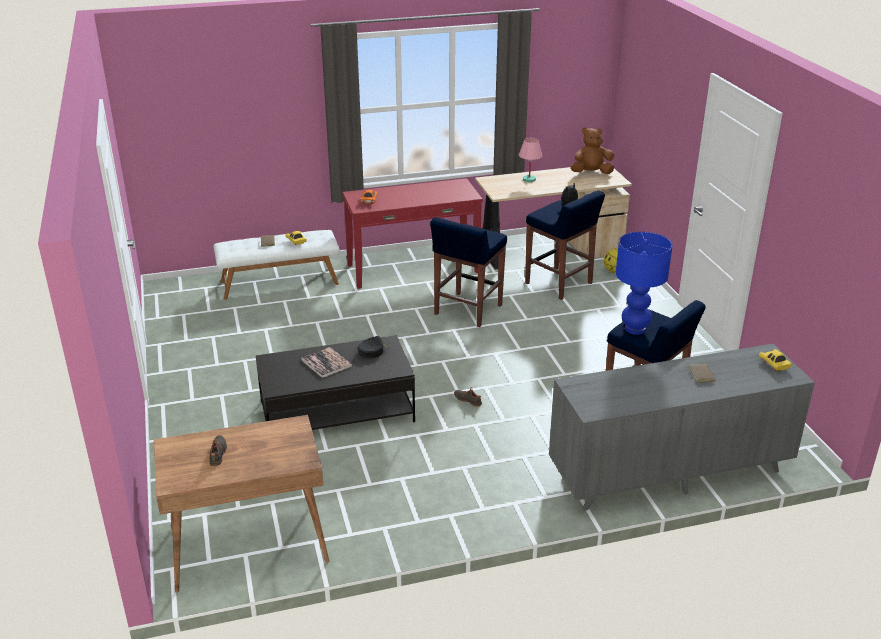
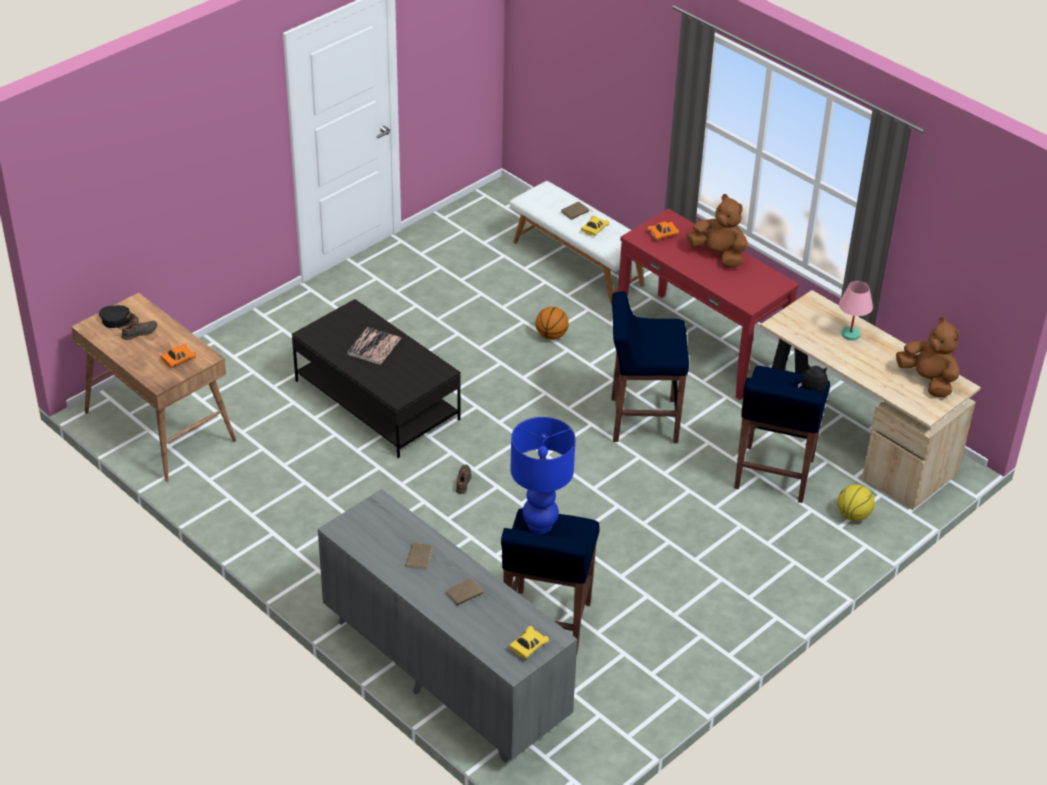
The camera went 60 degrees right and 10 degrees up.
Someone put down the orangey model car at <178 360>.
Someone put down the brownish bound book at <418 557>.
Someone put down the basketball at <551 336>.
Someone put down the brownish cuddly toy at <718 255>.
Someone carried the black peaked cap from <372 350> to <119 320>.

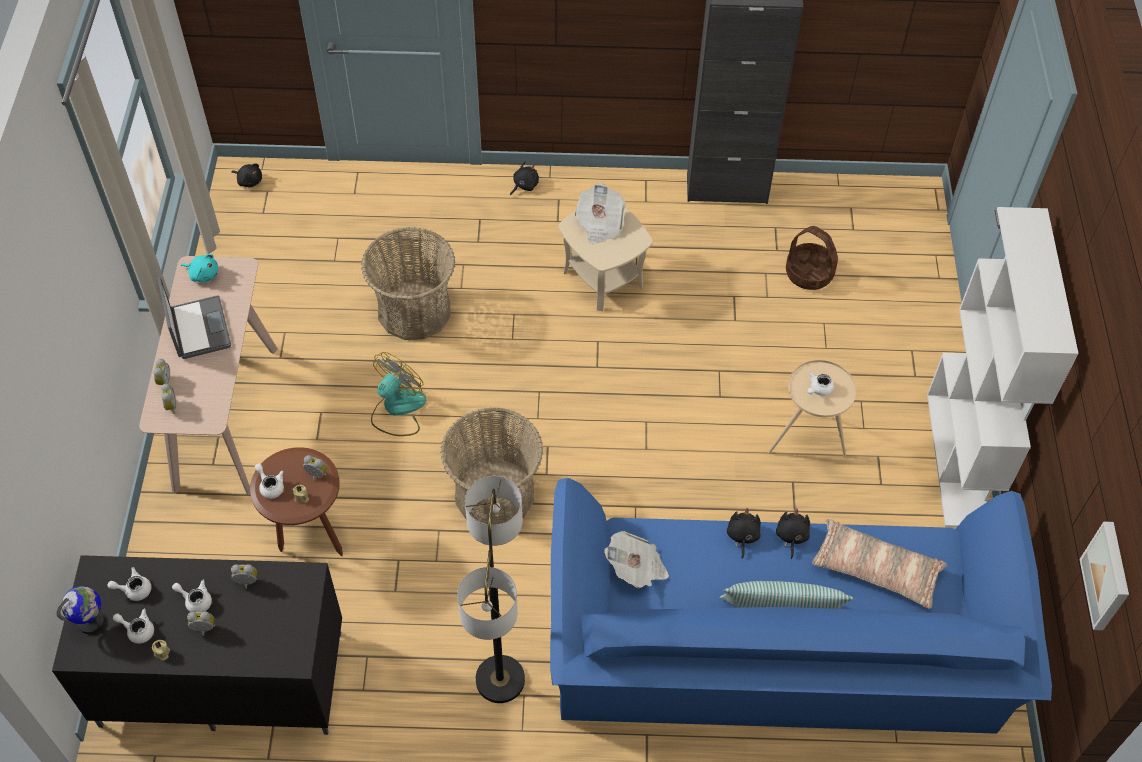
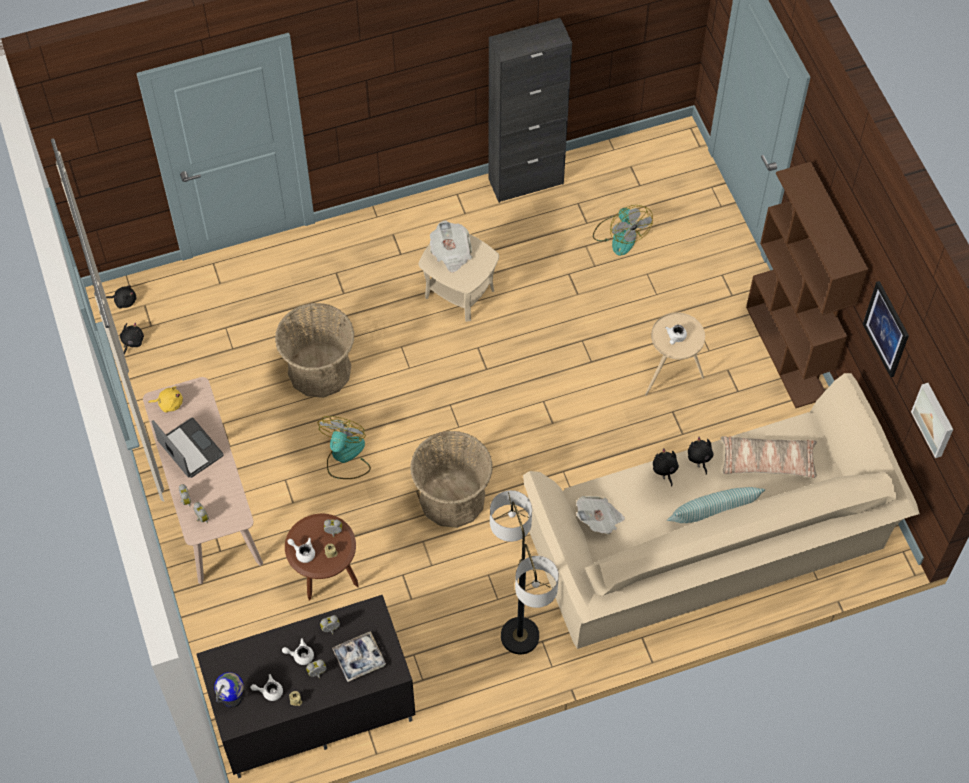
The camera went 20 degrees left and 5 degrees up.
Someone took away the whitish teapot at <134 589>.
Someone put down the carrying tray at <359 658>.
Someone put up the wall picture at <886 329>.
Someone carried the black cuddly toy from <524 185> to <132 342>.
Someone swapped the household basket at <809 274> for the cooling fan at <620 235>.
Someone repainted the turquoise-coloured cuddly toy at <203 274>, which became the yellow-coloured cuddly toy at <169 403>.
Someone repainted the blue settee at <774 657>, which became the beige settee at <710 549>.
Someone repainted the whitish shelving unit at <958 459>, which became the brownish shelving unit at <787 352>.

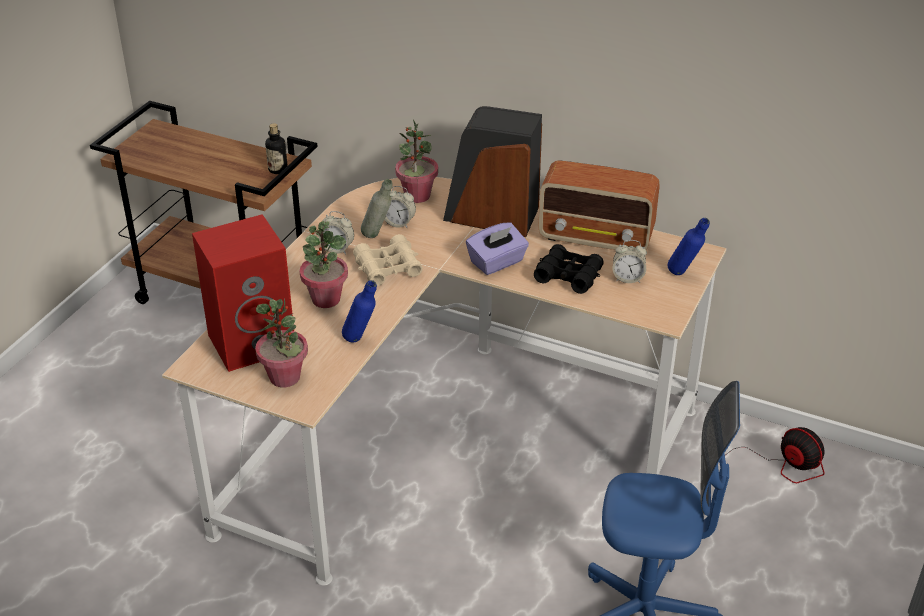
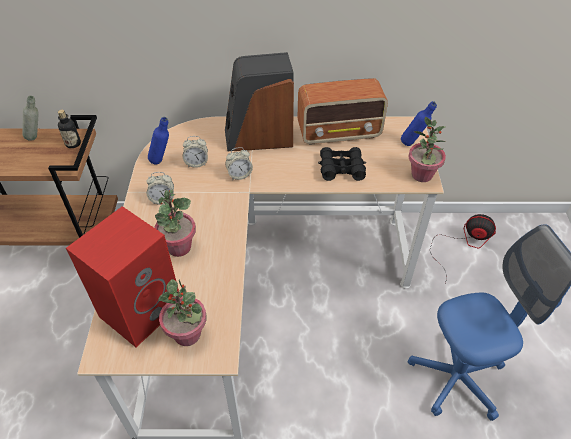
The camera went 25 degrees left and 10 degrees up.
Someone took away the beige pair of binoculars at <388 268>.
Someone took away the purple box of tissues at <497 262>.
Someone carried the blue beverage bottle from <361 340> to <162 161>.
Someone carried the grey beverage bottle from <378 237> to <37 138>.
Someone carried the plant in a pot from <417 196> to <422 175>.
Someone carried the bedside clock from <628 278> to <239 175>.

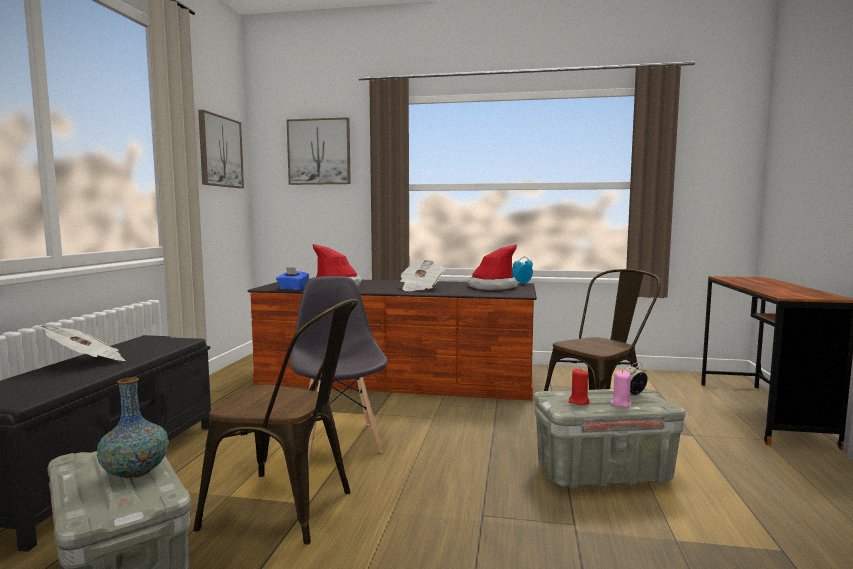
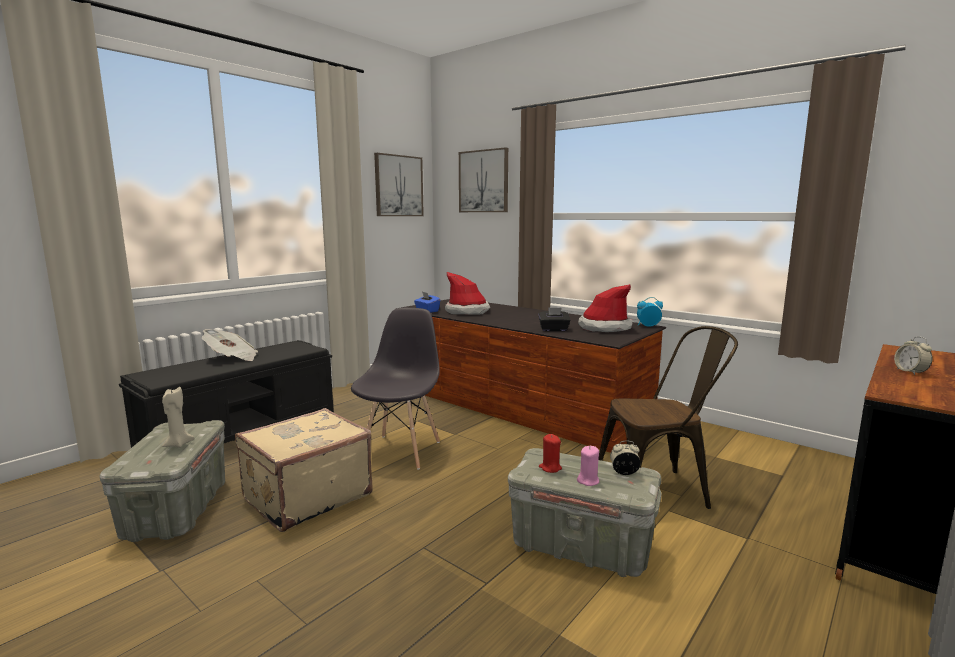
The camera went 30 degrees right and 5 degrees up.
Someone took away the newspaper at <420 288>.
Someone put down the black box of tissues at <553 330>.
Someone put down the bedside clock at <910 372>.
Someone swapped the vase at <136 472> for the beige wax light at <178 444>.
Someone swapped the brownish plain chair at <290 509> for the beige suitcase at <306 496>.

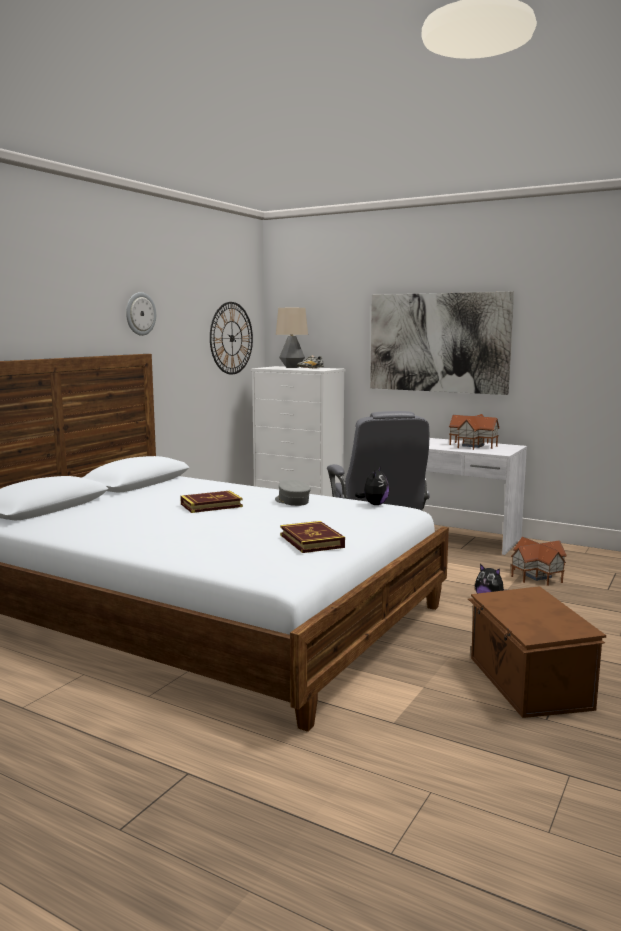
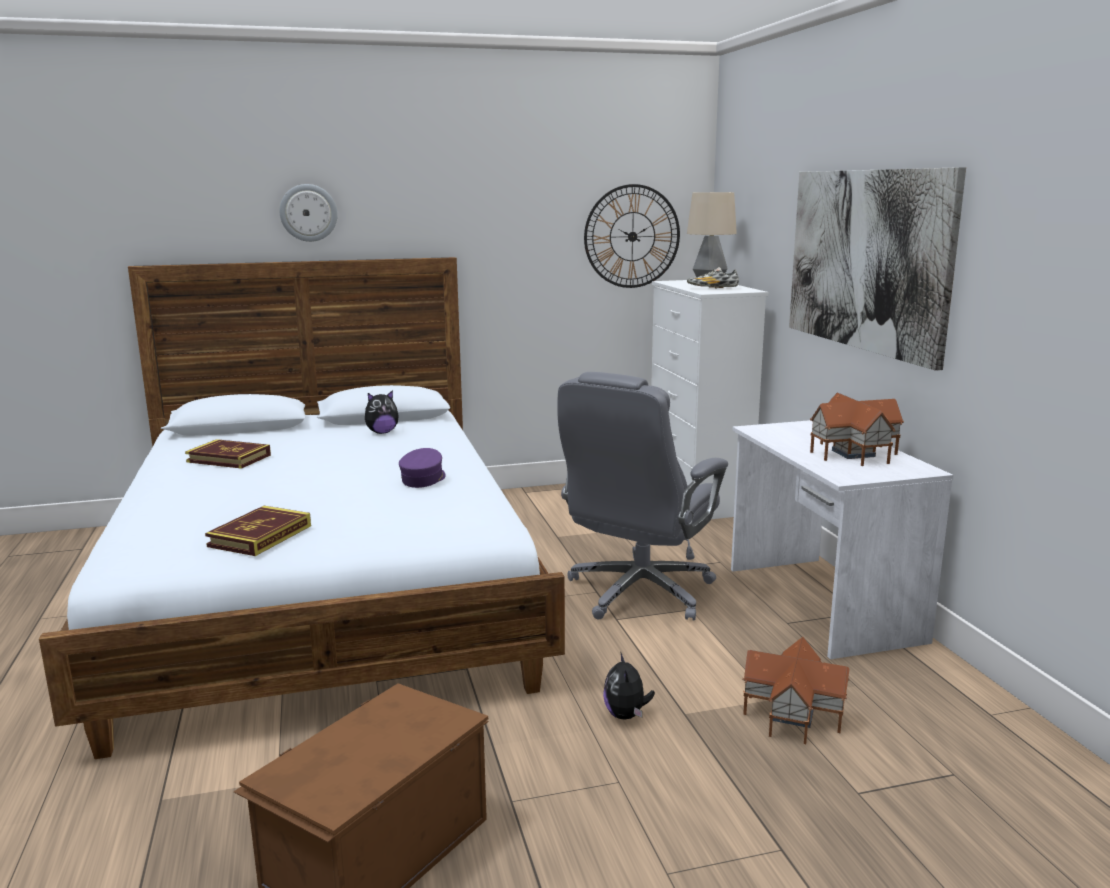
The camera went 45 degrees right and 5 degrees up.
Someone carried the clock on the wall from <140 314> to <308 213>.
Someone carried the bound book from <211 505> to <229 458>.
Someone carried the cuddly toy from <374 504> to <382 432>.
Someone repainted the grey peaked cap at <292 501>, which became the purple peaked cap at <423 479>.

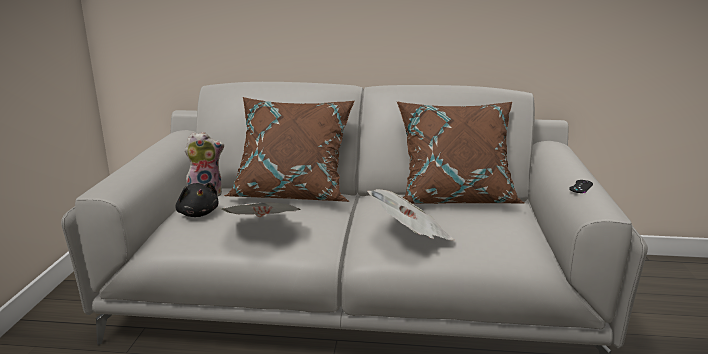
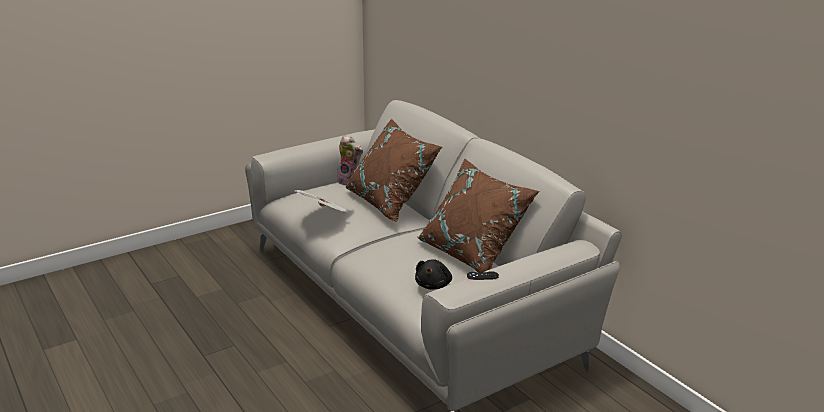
The camera went 50 degrees right and 5 degrees up.
Someone took away the newspaper at <410 235>.
Someone carried the black cuddly toy from <198 213> to <433 285>.

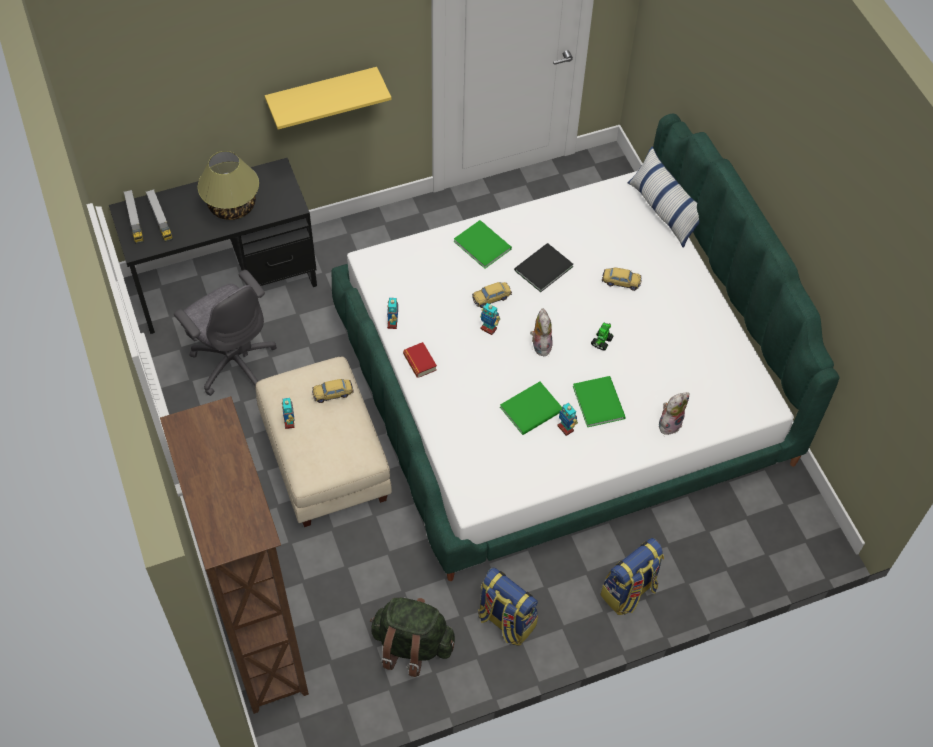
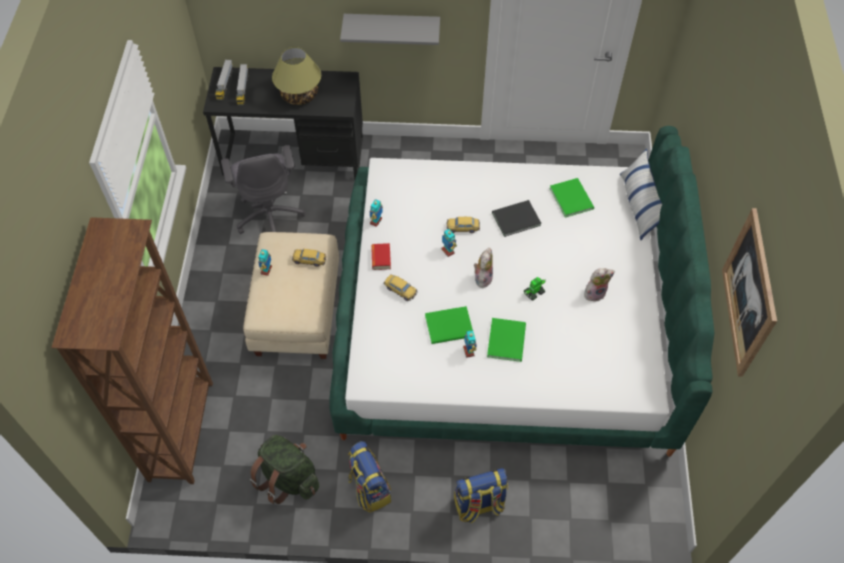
The camera went 25 degrees right and 0 degrees up.
Someone put up the wall picture at <749 293>.
Someone carried the greenish bound book from <482 243> to <571 197>.
Someone carried the model car from <621 282> to <400 290>.
Someone carried the cuddly toy from <669 423> to <595 292>.
Someone repainted the yellow-coloured wall shelf at <322 94>, which became the grey wall shelf at <392 27>.

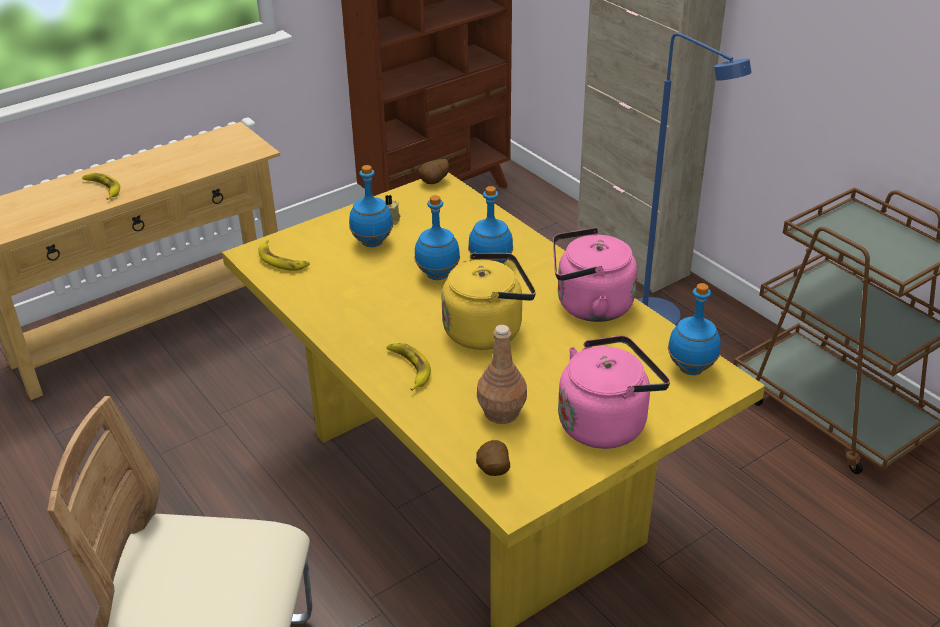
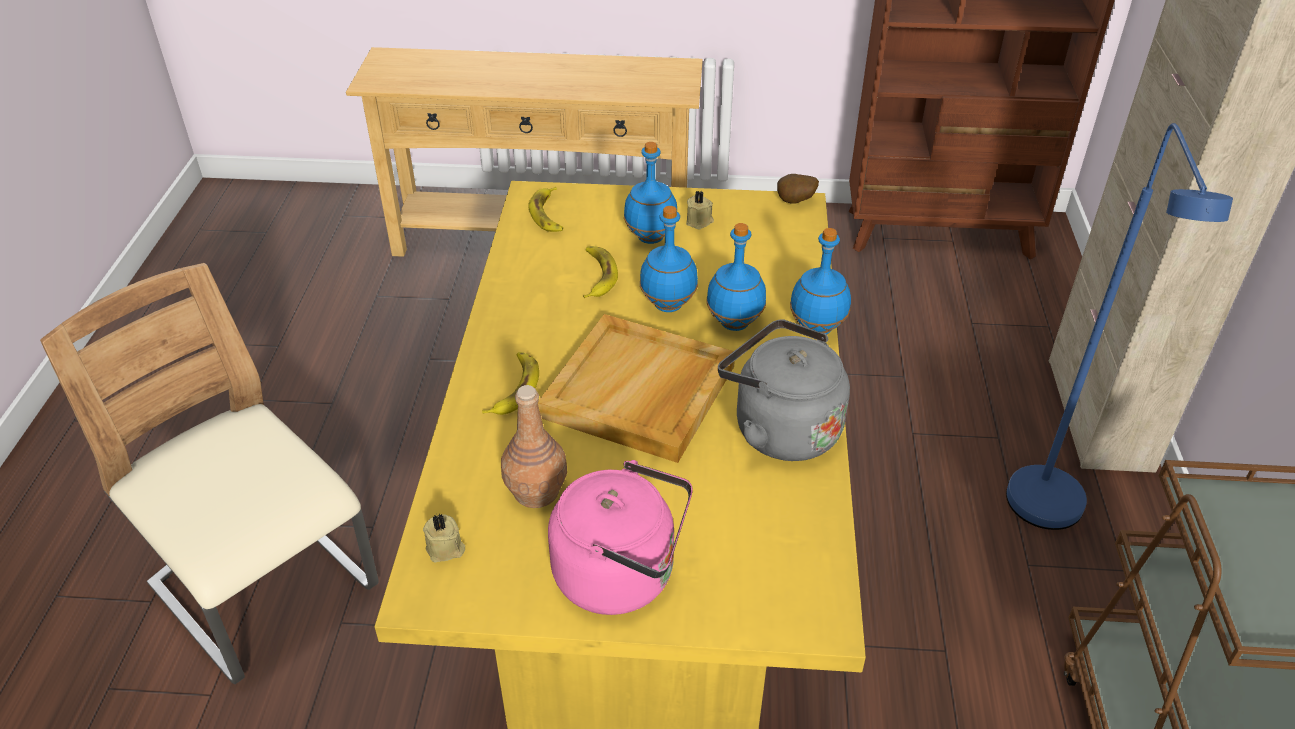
The camera went 40 degrees right and 5 degrees up.
Someone carried the banana fruit from <102 188> to <597 275>.
Someone carried the blue beverage bottle from <690 368> to <816 328>.
Someone swapped the yellow-coloured kettle at <487 330> for the beige carrying tray at <639 393>.
Someone swapped the whole potato at <492 472> for the beige wax light at <446 549>.
Someone repainted the pink kettle at <589 306>, which became the grey kettle at <780 429>.

